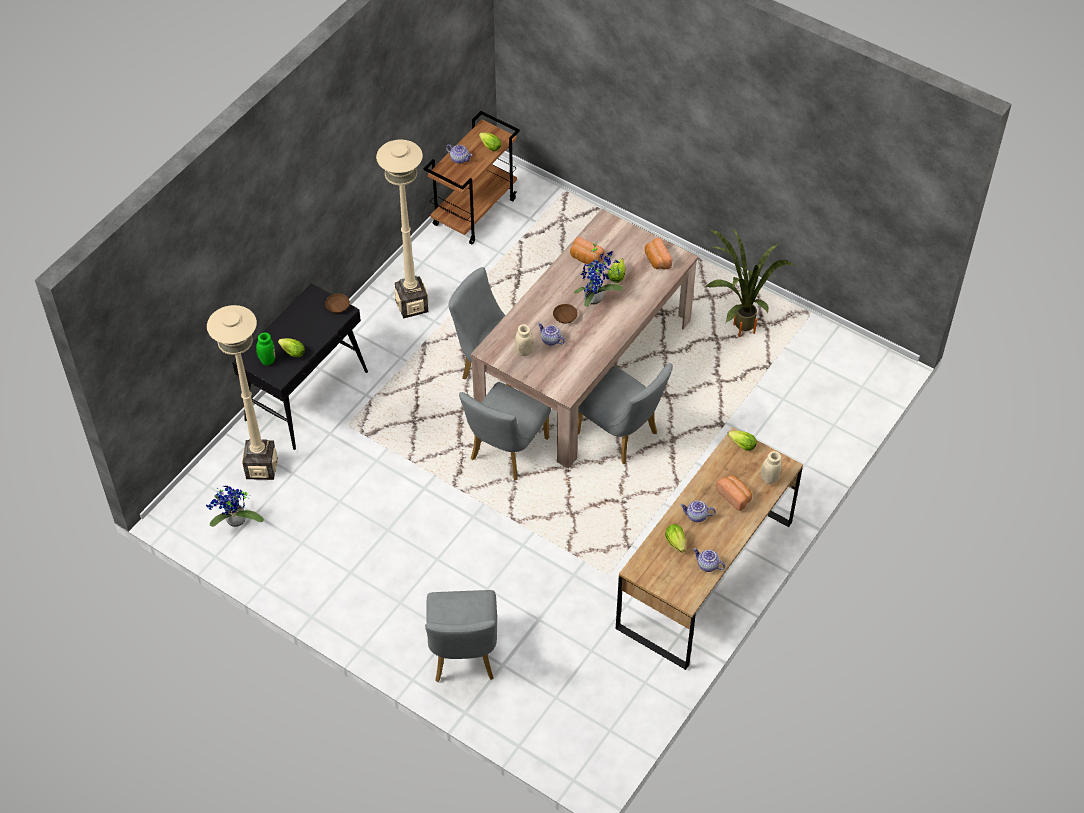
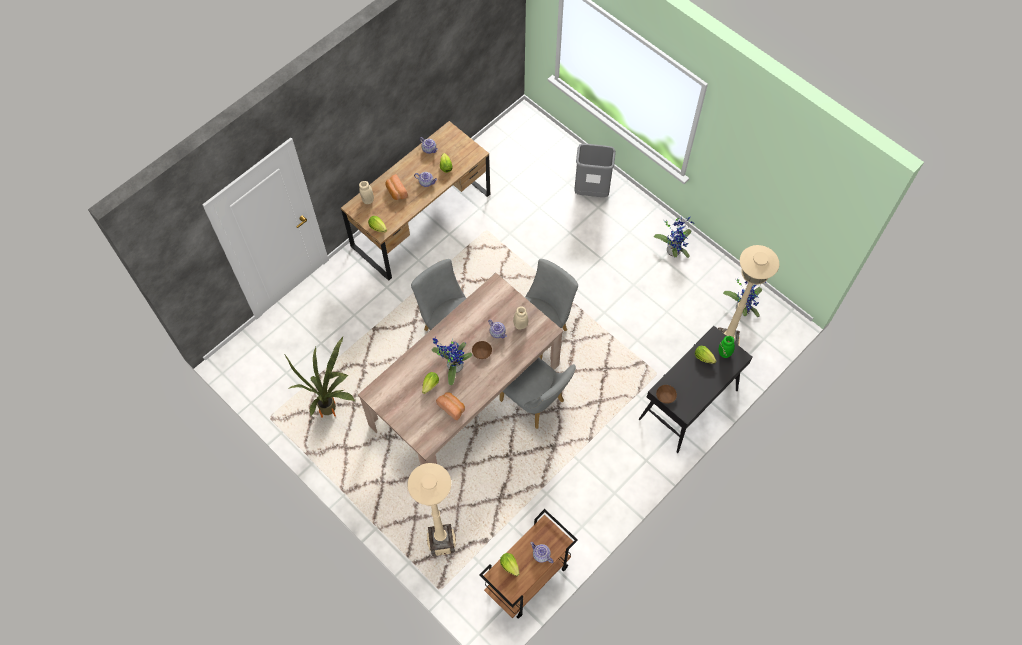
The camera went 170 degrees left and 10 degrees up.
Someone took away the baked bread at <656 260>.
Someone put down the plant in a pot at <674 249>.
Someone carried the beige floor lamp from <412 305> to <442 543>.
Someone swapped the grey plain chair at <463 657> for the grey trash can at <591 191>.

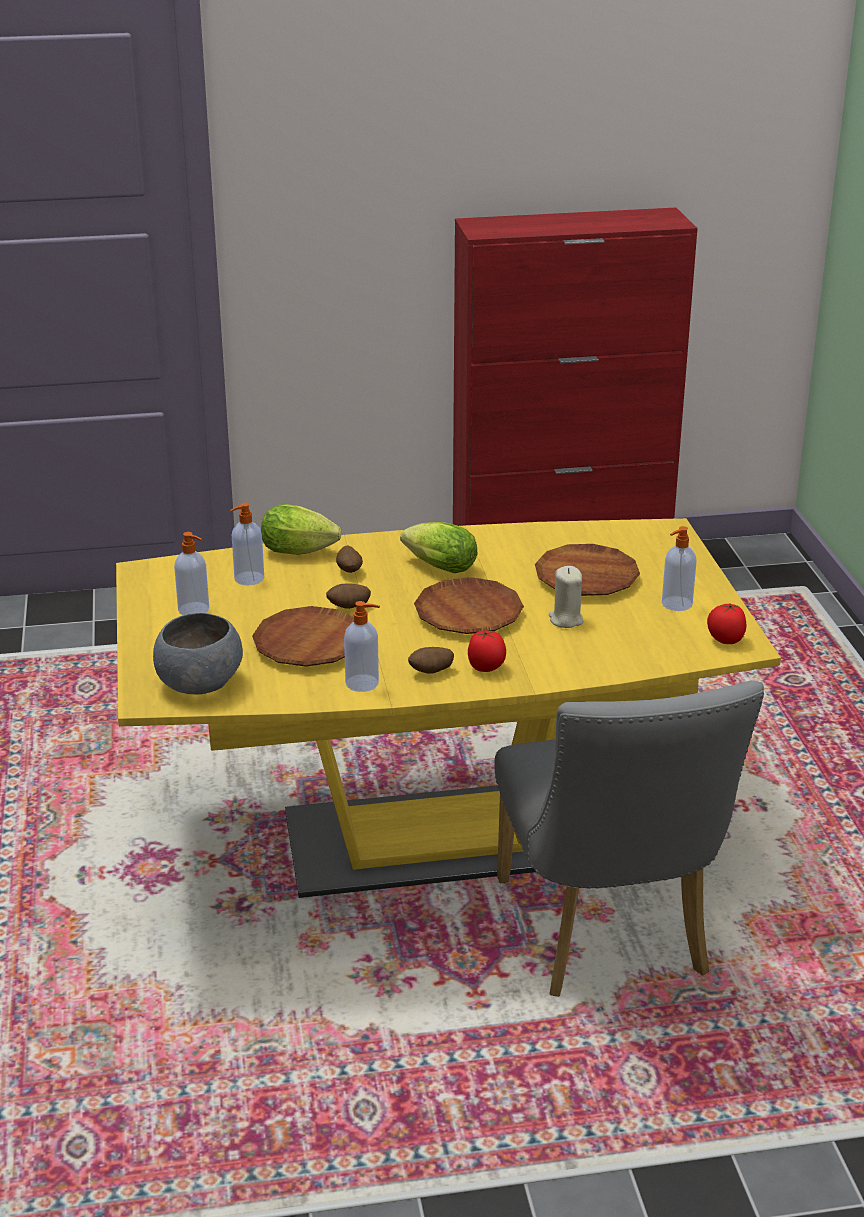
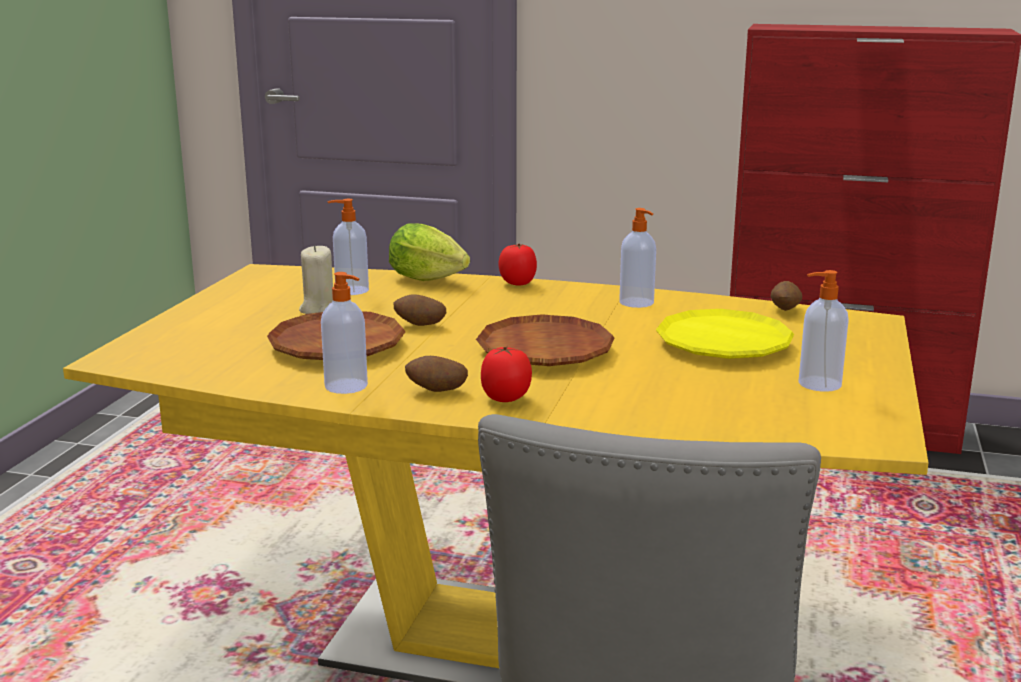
The camera went 25 degrees right and 10 degrees down.
Someone took away the grey serving bowl at <198 684>.
Someone took away the lettuce at <436 567>.
Someone carried the liquid soap bottle from <194 610> to <637 303>.
Someone carried the whole potato from <349 571> to <785 310>.
Someone carried the beige wax light from <565 620> to <318 309>.
Someone carried the whole tomato from <725 640> to <517 283>.
Someone repainted the brownish dinner plate at <586 577>, which became the yellow-coloured dinner plate at <723 344>.

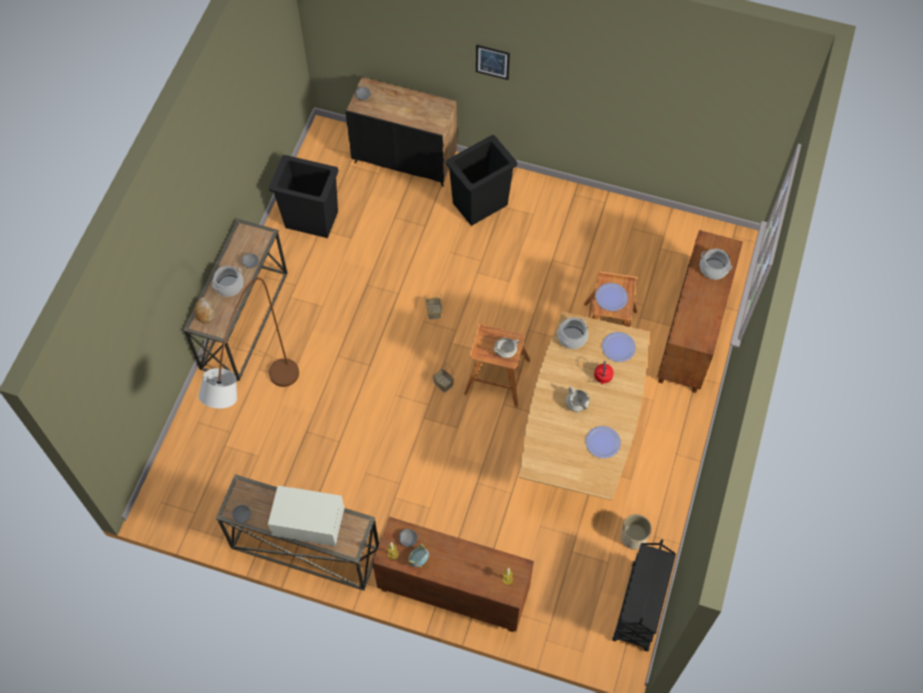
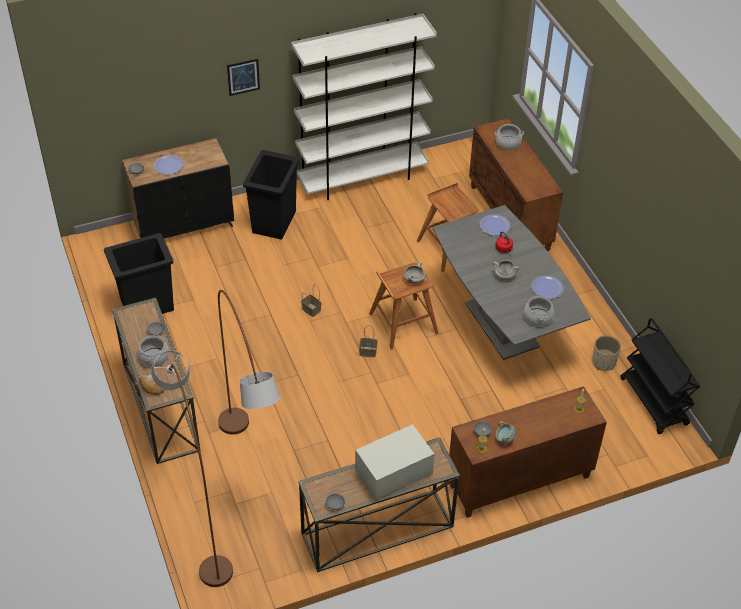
The camera went 40 degrees left and 15 degrees down.
Someone put down the brownish floor lamp at <200 521>.
Someone put down the whitish shelving unit at <362 178>.
Someone carried the saucepot from <572 337> to <538 317>.
Someone carried the dinner plate from <611 297> to <169 165>.
Someone repainted the brownish dining table at <579 437>, which became the grey dining table at <501 325>.

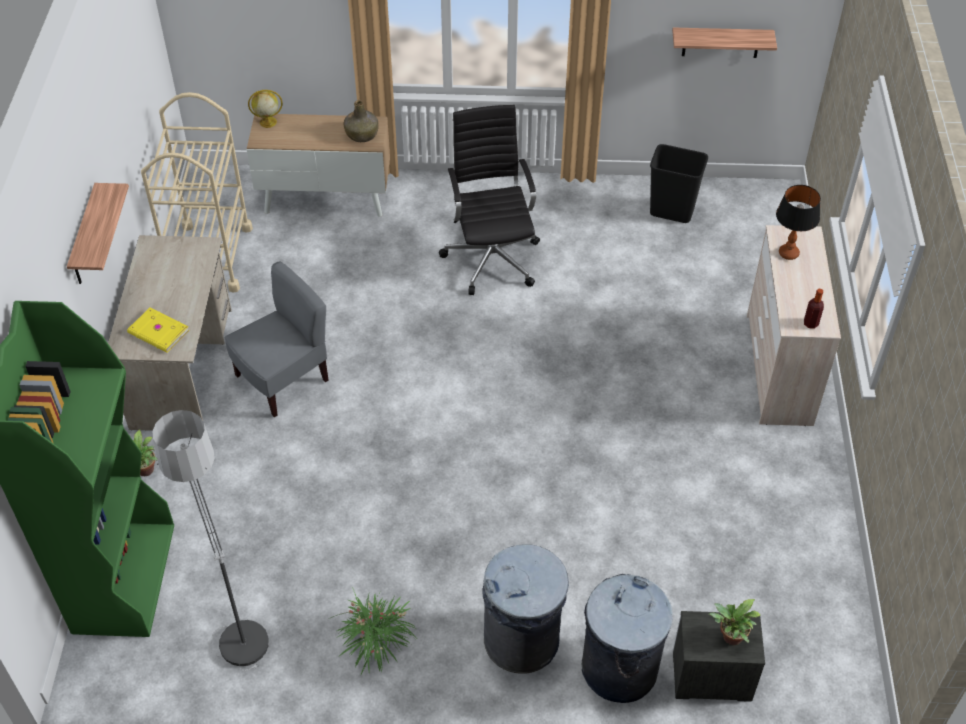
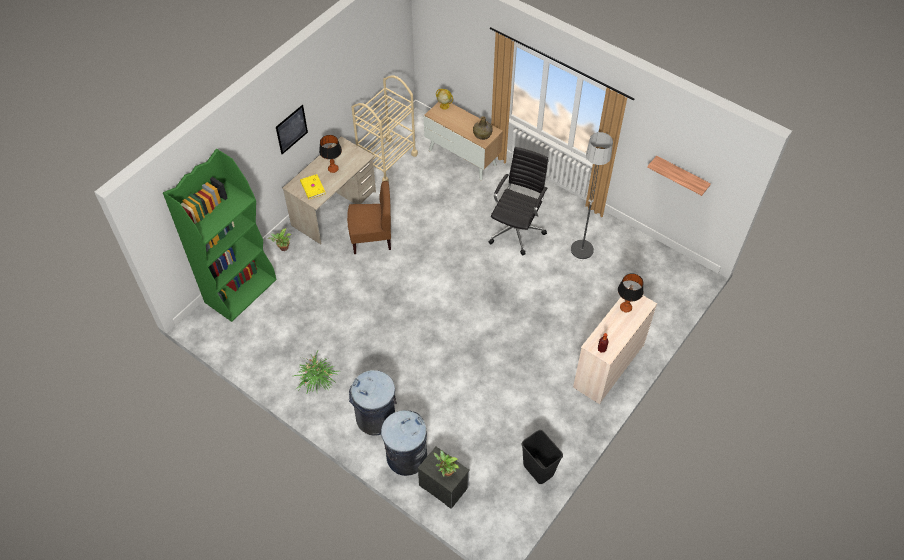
The camera went 35 degrees right and 5 degrees up.
Someone put down the lamp for a table at <333 169>.
Someone carried the floor lamp from <231 613> to <583 236>.
Someone carried the black trash can from <672 211> to <539 469>.
Someone swapped the wall shelf at <85 237> for the wall picture at <291 129>.
Someone repainted the grey plain chair at <283 379>, which became the brownish plain chair at <372 238>.

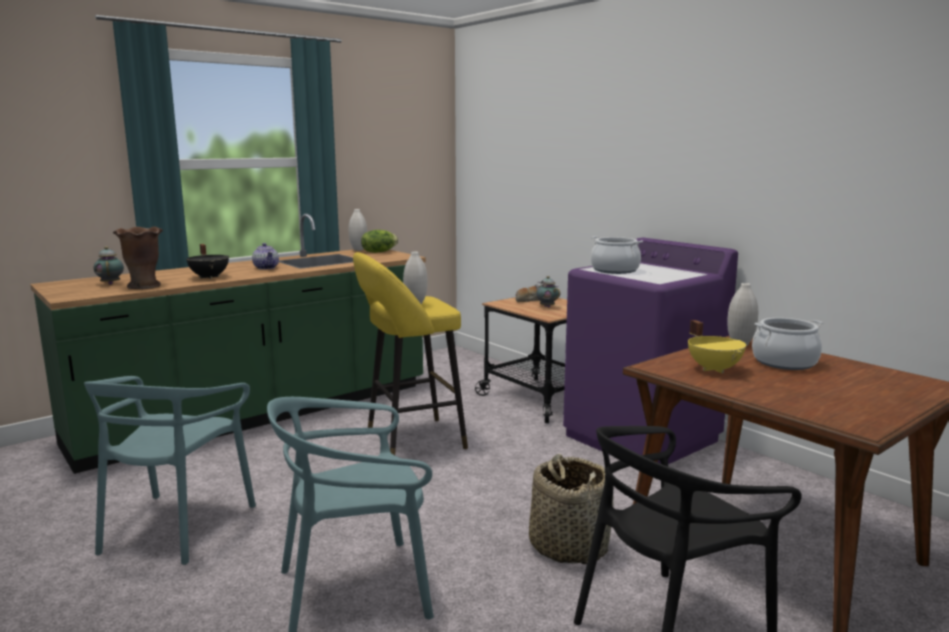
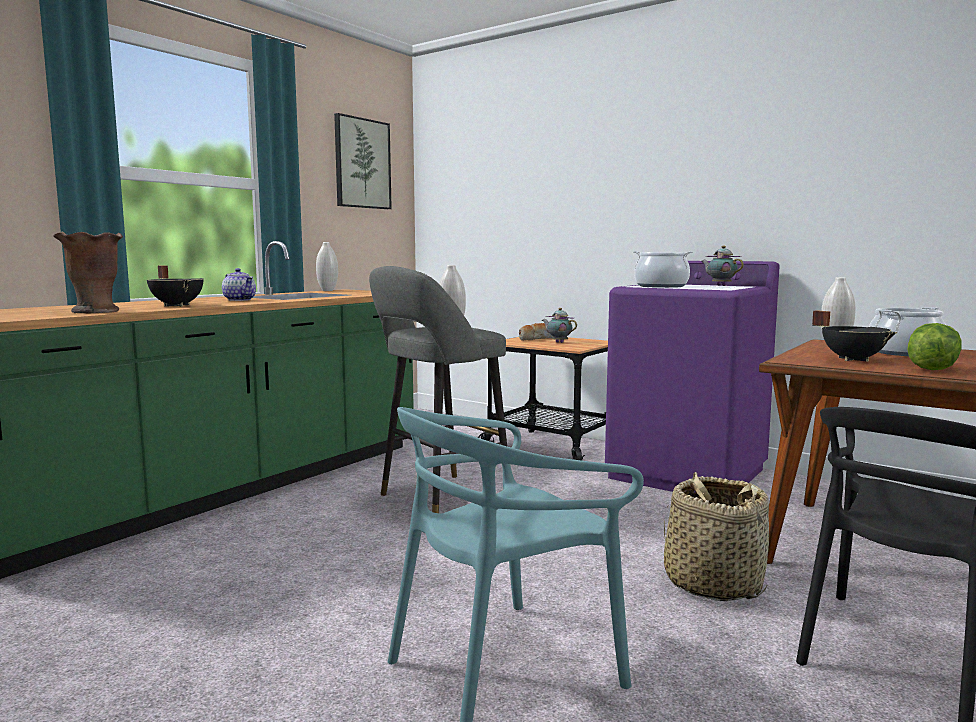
The camera went 15 degrees left and 5 degrees down.
Someone took away the turquoise-coloured plain chair at <176 527>.
Someone put up the wall picture at <362 163>.
Someone carried the teapot from <111 283> to <720 285>.
Someone carried the lettuce from <379 252> to <931 368>.
Someone repainted the yellow-coloured stool at <409 441>, which became the grey stool at <439 499>.
Someone repainted the yellow-coloured saucepot at <714 369>, which became the black saucepot at <853 359>.

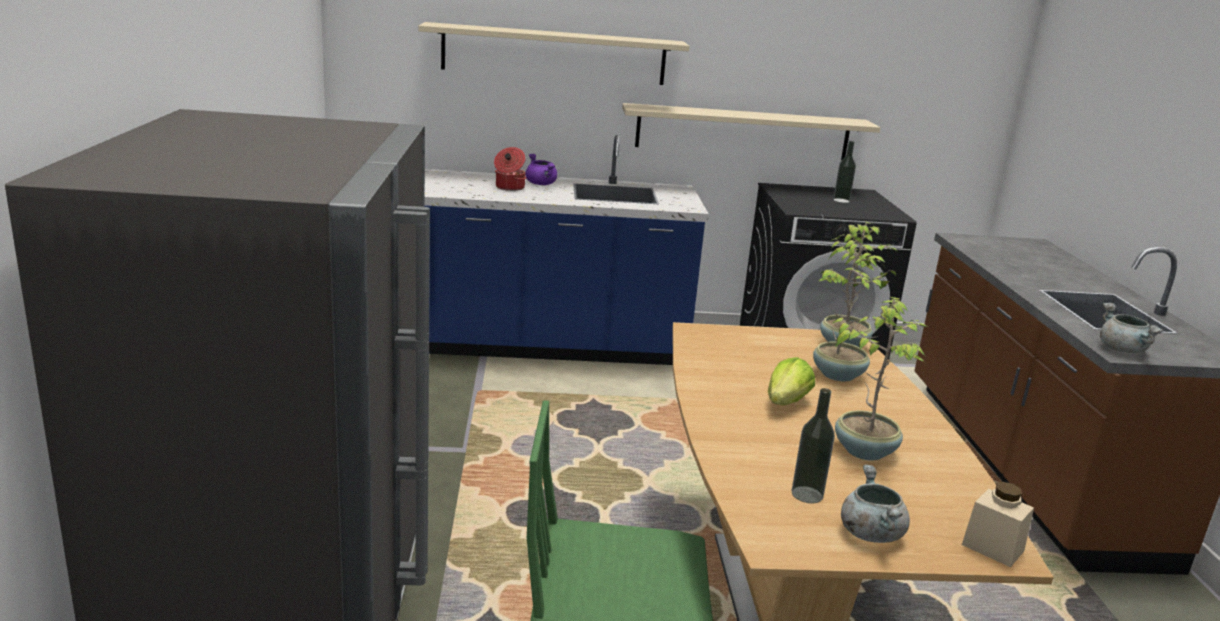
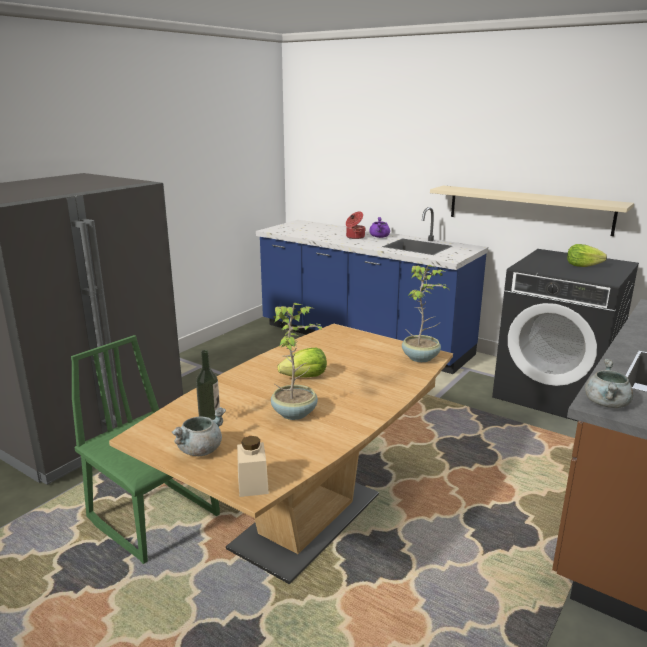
The camera went 40 degrees right and 0 degrees up.
Someone took away the beige wall shelf at <554 54>.
Someone took away the plant in a pot at <839 375>.
Someone swapped the beverage bottle at <841 200> for the lettuce at <582 266>.

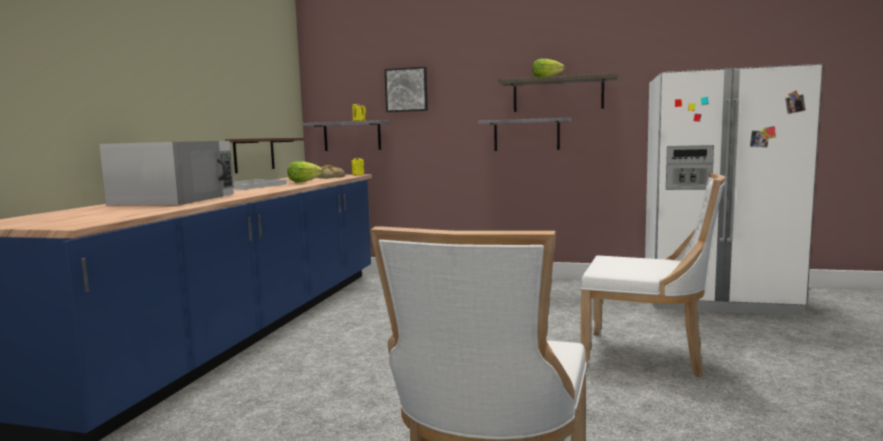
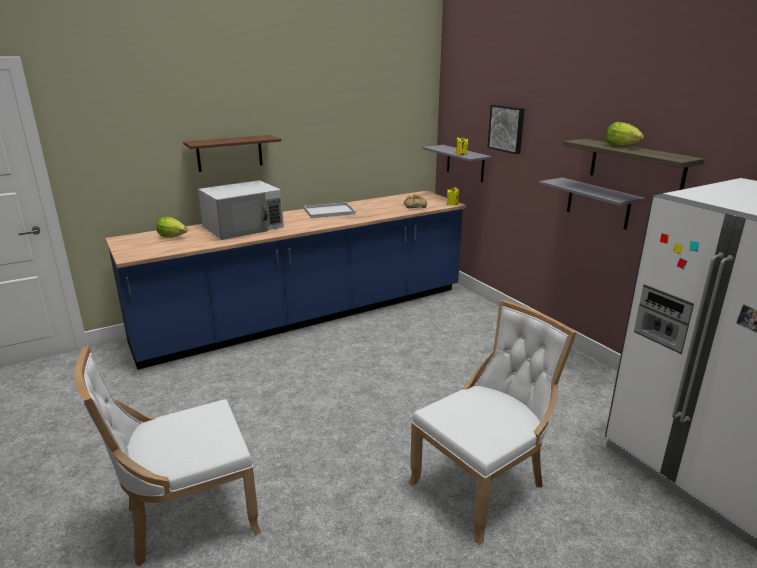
The camera went 45 degrees right and 15 degrees up.
Someone carried the brownish wall shelf from <254 154> to <229 153>.
Someone carried the lettuce from <303 182> to <172 237>.
Someone rotated the whitish plain chair at <647 356> by 105 degrees counterclockwise.

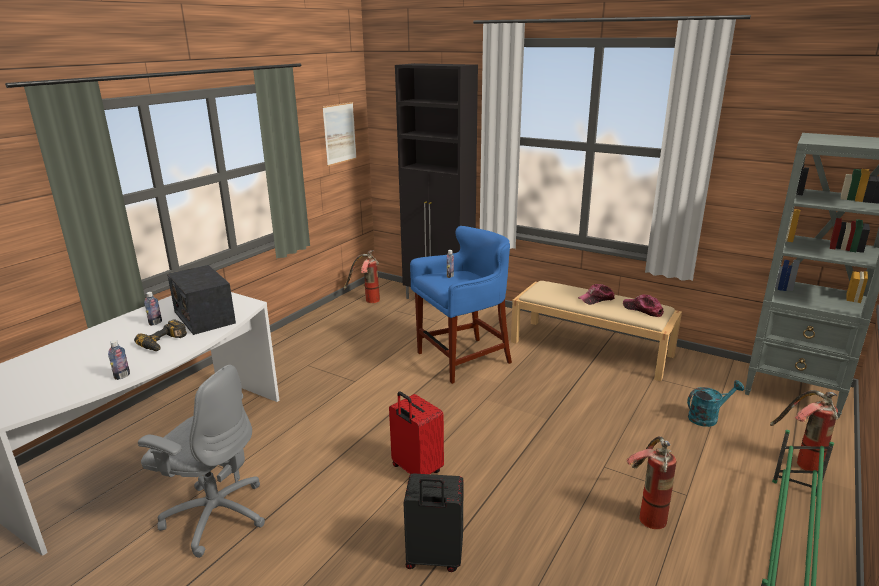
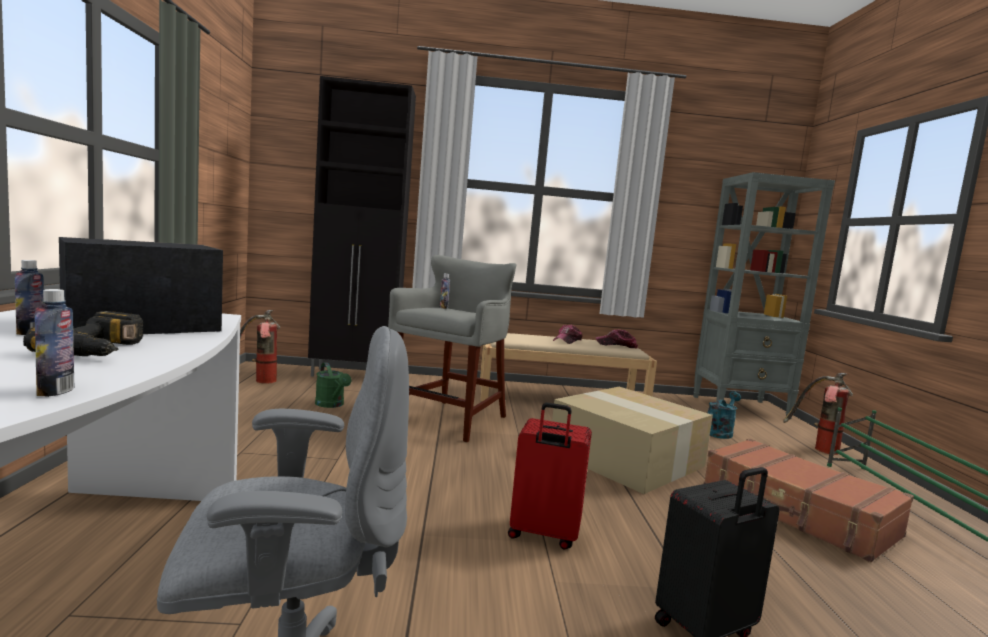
The camera went 35 degrees left and 15 degrees down.
Someone took away the wall picture at <339 133>.
Someone put down the greenish sprinkling can at <332 405>.
Someone put down the cardboard box at <629 459>.
Someone swapped the fire extinguisher at <645 512> for the brownish suitcase at <797 512>.
Someone repainted the blue stool at <463 359>, which became the grey stool at <450 420>.
Someone rotated the radio at <204 317> by 120 degrees clockwise.

